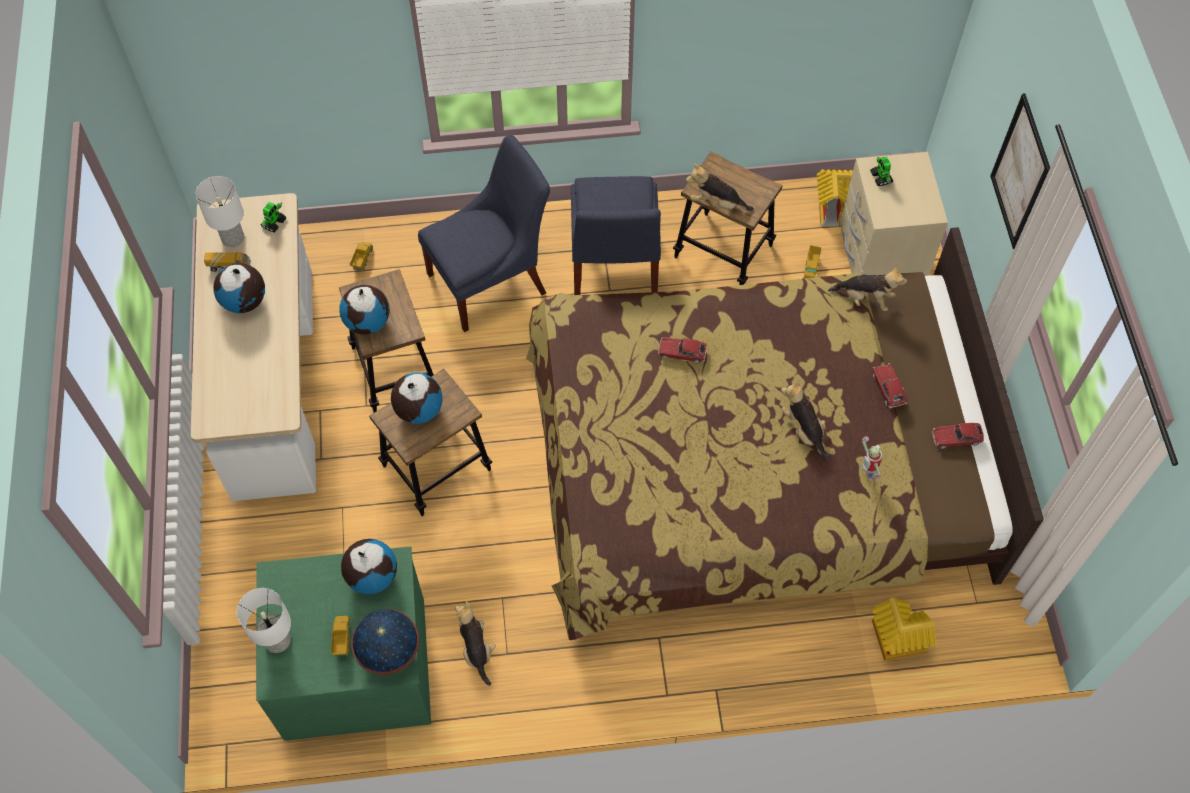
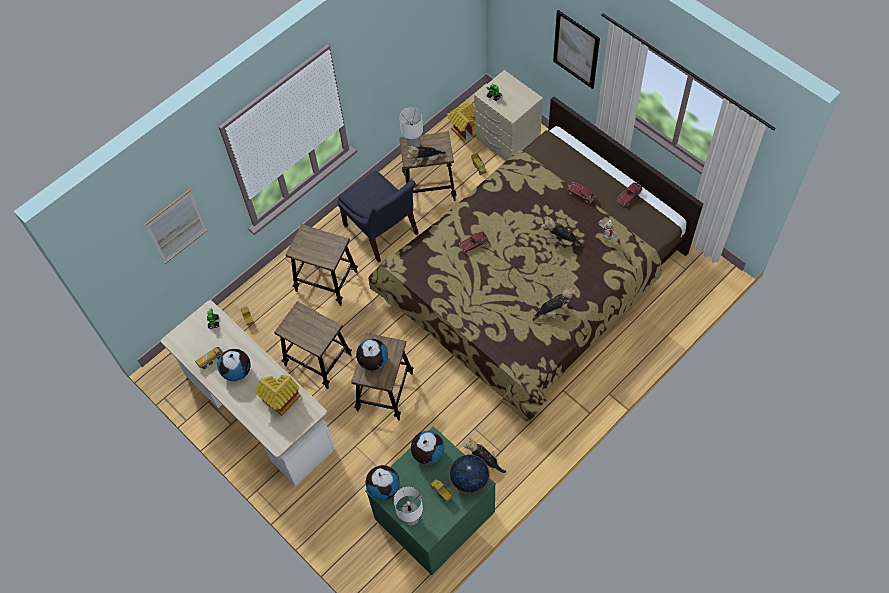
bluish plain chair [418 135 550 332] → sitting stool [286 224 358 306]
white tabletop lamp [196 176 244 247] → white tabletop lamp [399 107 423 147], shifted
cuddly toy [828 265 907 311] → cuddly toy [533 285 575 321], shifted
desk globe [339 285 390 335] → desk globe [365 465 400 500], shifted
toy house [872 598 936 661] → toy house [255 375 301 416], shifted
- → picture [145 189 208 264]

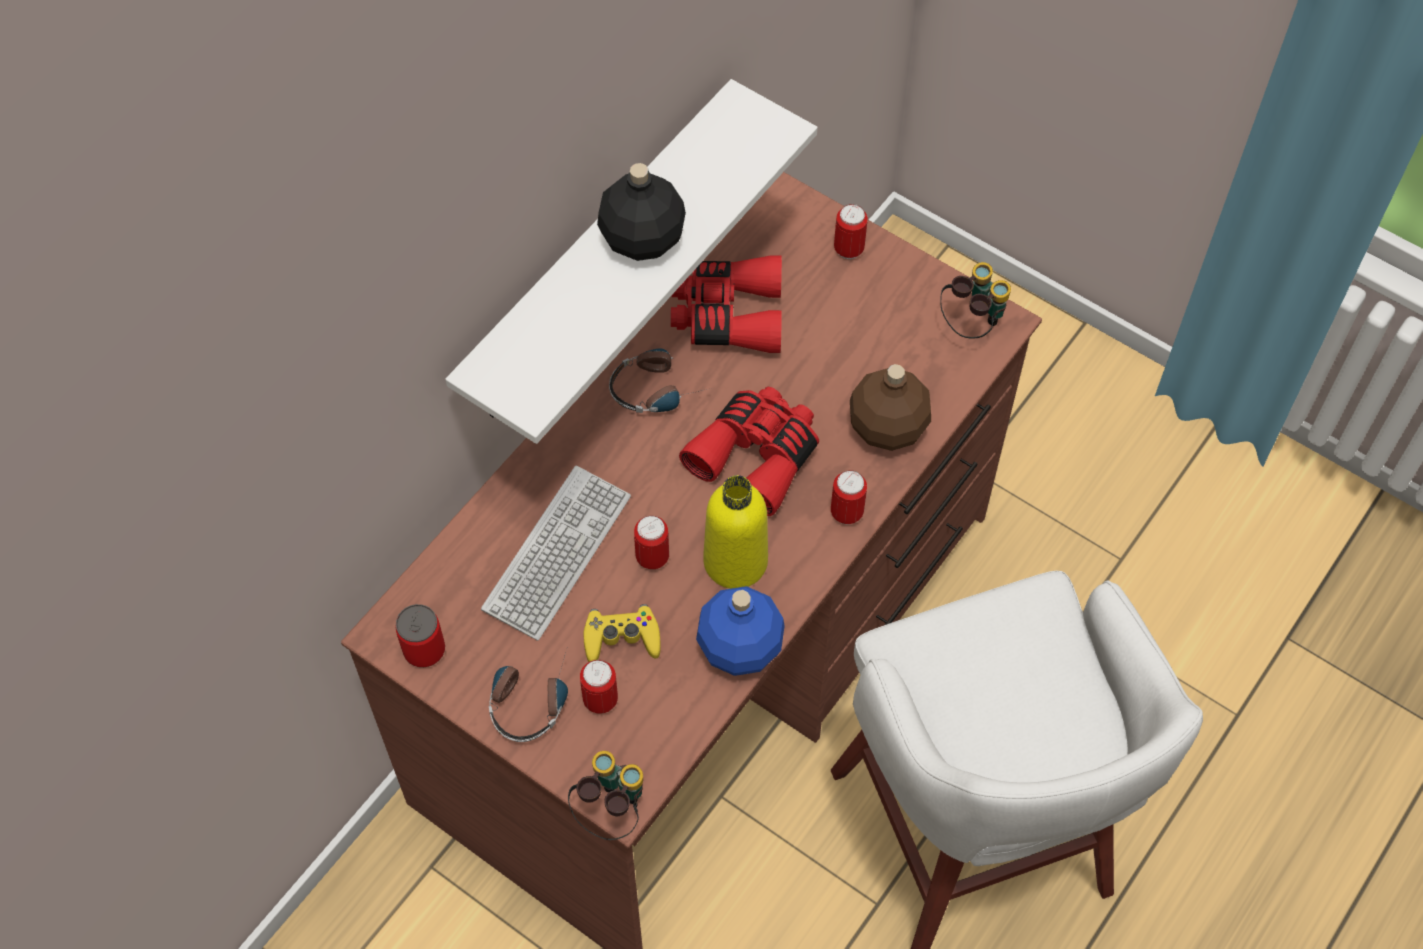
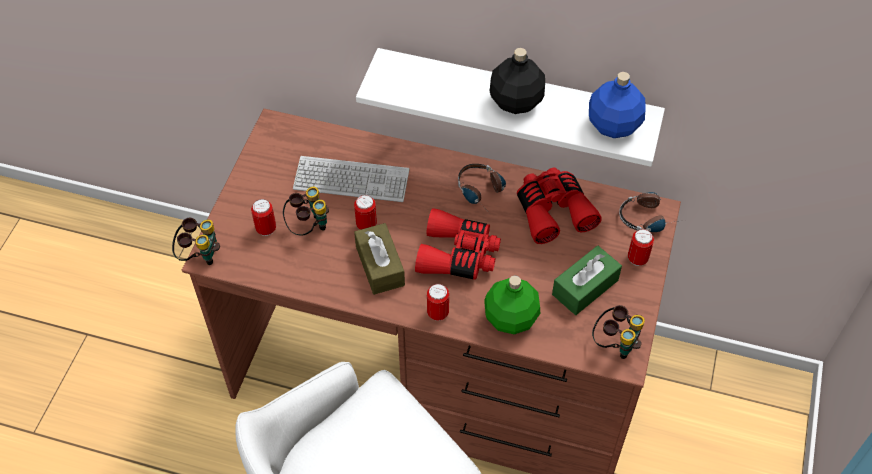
brownish drink bottle [850 364 931 451] → green-coloured drink bottle [484 275 541 334]
yellow-coloured drink bottle [703 475 768 589] → brownish tissue holder [354 223 405 295]
bluish drink bottle [696 586 785 676] → bluish drink bottle [589 72 645 138], shifted
can [396 604 445 667] → -
yellow-coloured gamepad [583 604 660 662] → field glasses [283 187 329 236]
pair of headphones [489 649 568 742] → pair of headphones [619 192 687 232], shifted
- → green-coloured tissue holder [552 246 622 315]

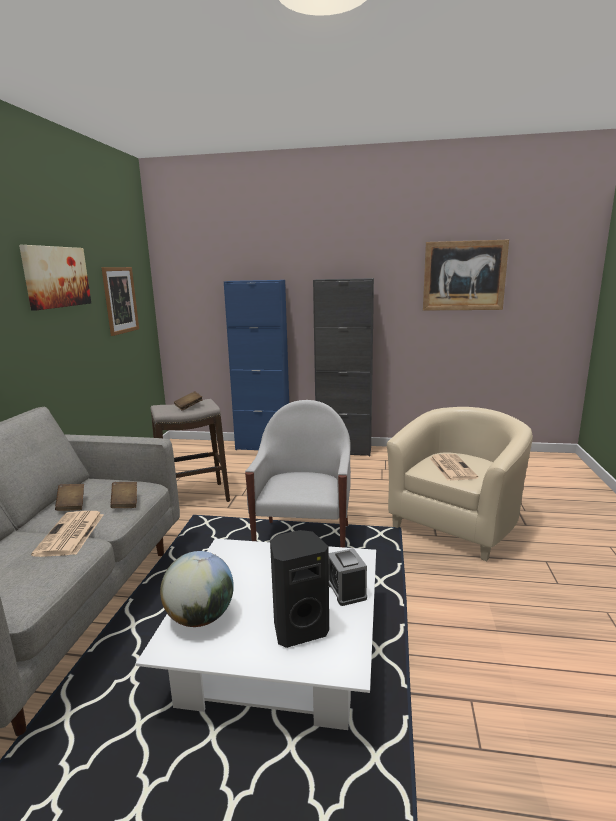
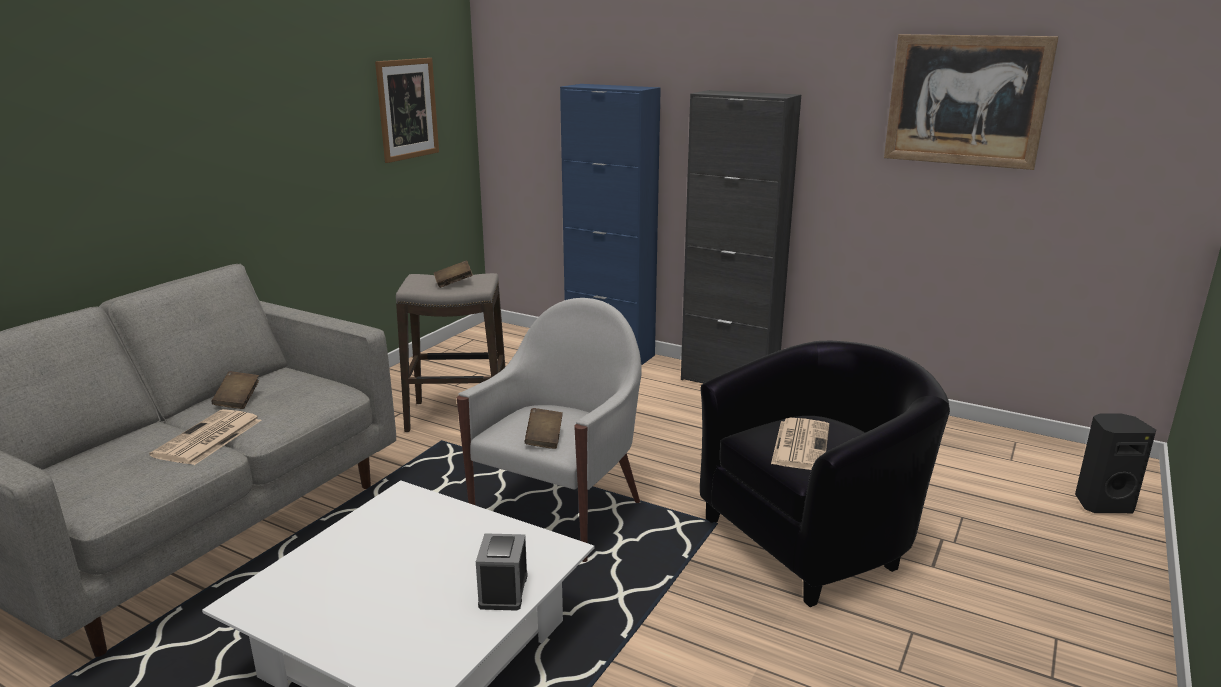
picture [19 245 91 311] → -
sand-coloured easy chair [387 407 533 562] → blackish easy chair [700 341 950 607]
brownish book [110 482 137 508] → brownish book [524 408 563 449], shifted
blackish loudspeaker [270 530 329 648] → blackish loudspeaker [1075 413 1156 513], shifted
desk globe [160 551 234 627] → -

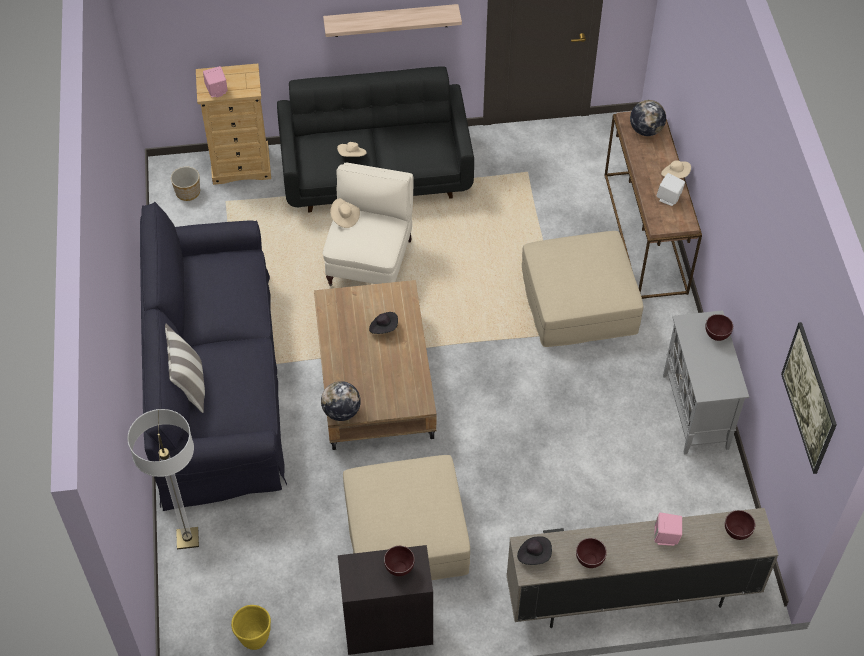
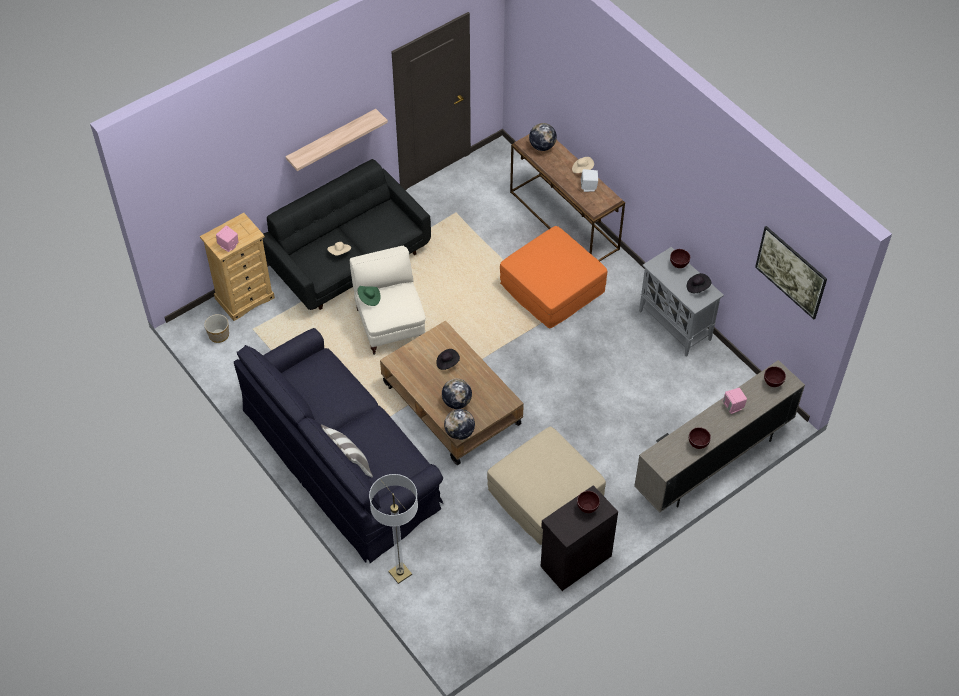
sand-coloured wearable hat [330 198 360 228] → green-coloured wearable hat [358 286 381 306]
sand-coloured pouffe [522 231 643 347] → orange pouffe [500 226 607 328]
blackish wearable hat [517 536 552 565] → blackish wearable hat [687 273 711 293], shifted
yellow-coloured planter [231 605 271 650] → -
- → desk globe [442 379 472 409]

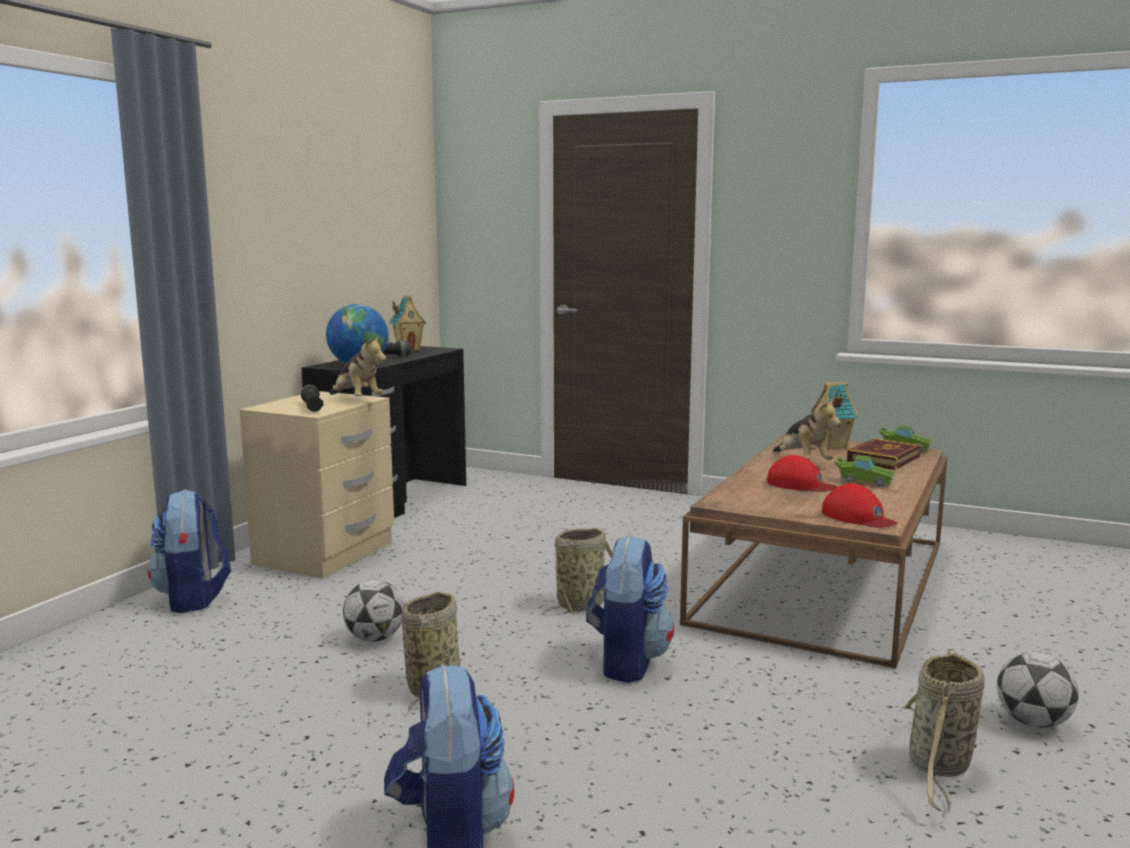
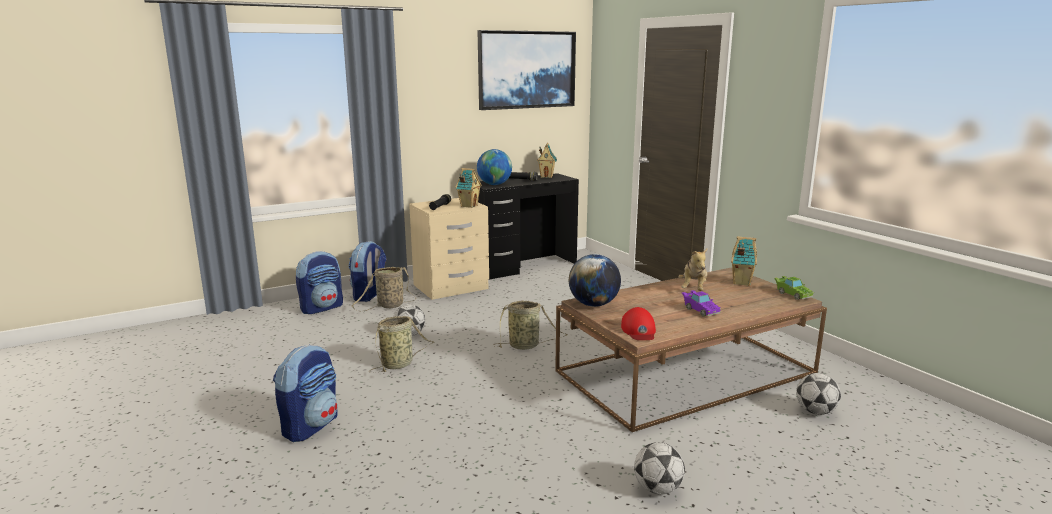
cuddly toy [330 335 387 396] → toy house [455 168 482 208]
book [847 438 922 470] → -
red peaked cap [767 455 838 492] → -
green-coloured model car [833 455 895 487] → purplish model car [682 290 721 316]
backpack [586 534 674 683] → backpack [296 251 343 314], shifted
basket [901 649 985 813] → basket [352 267 416 311], shifted
- → picture [477 30 576 110]
- → desk globe [569 254 621 307]
- → football [796 373 841 415]

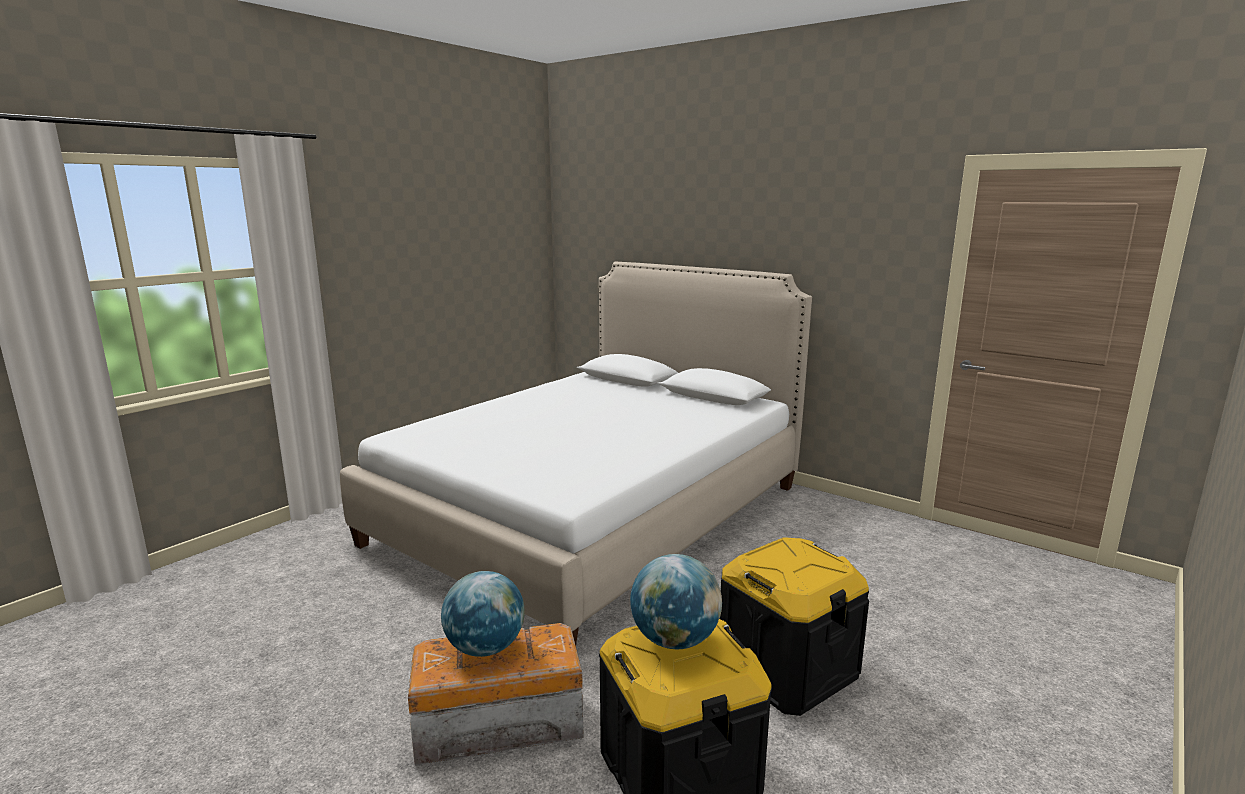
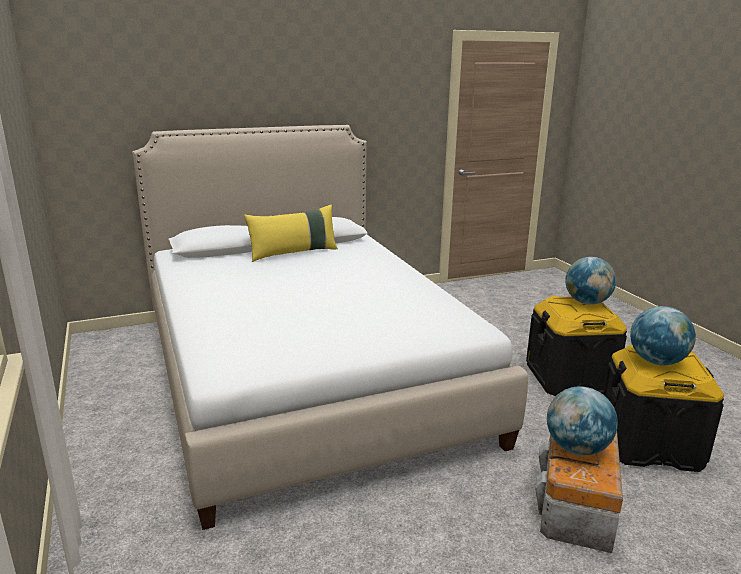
- → yellow-coloured pillow [244 205 338 262]
- → desk globe [565 257 616 305]

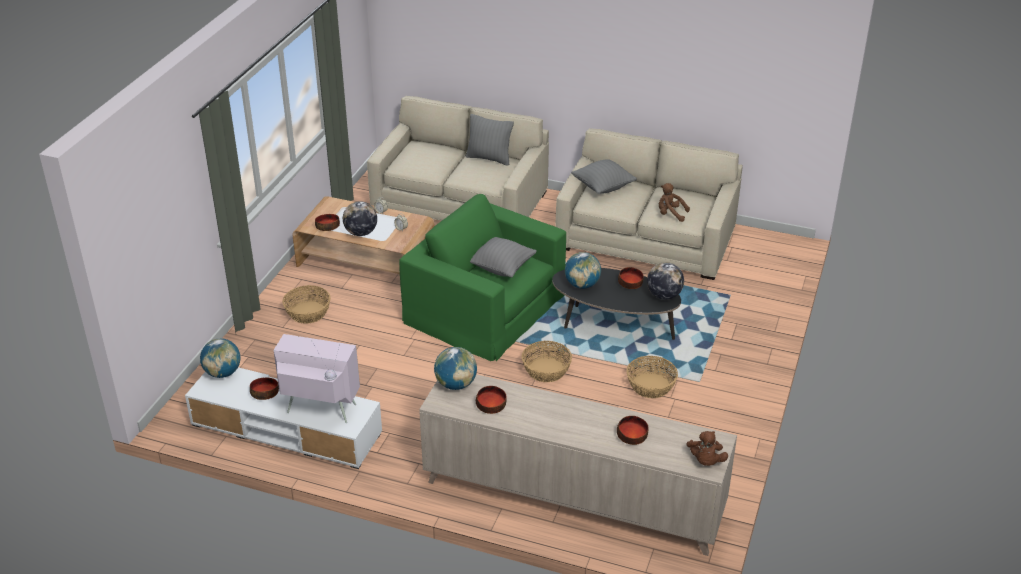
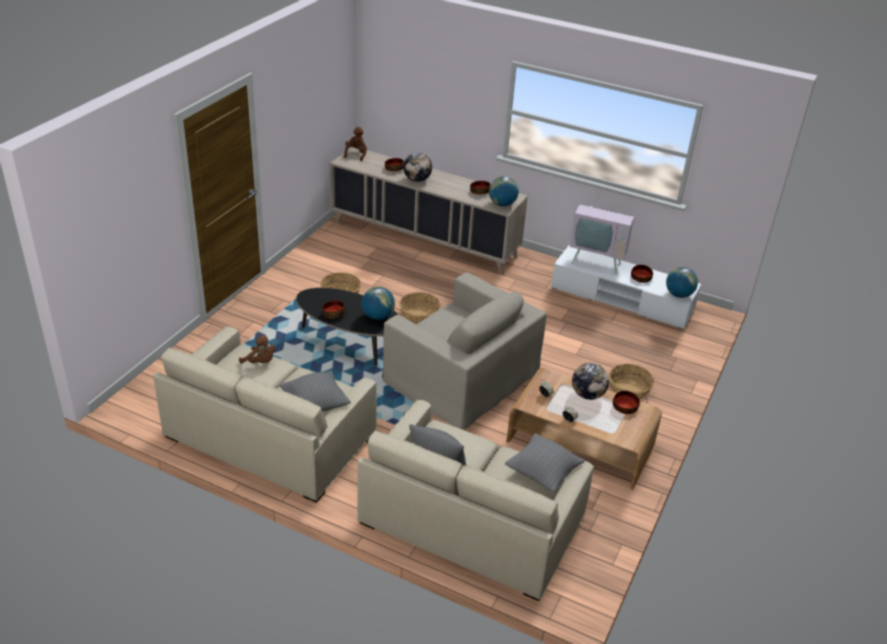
green-coloured easy chair [399 194 566 361] → sand-coloured easy chair [382 272 547 430]
gray pillow [470 237 537 278] → gray pillow [504 433 585 492], shifted
desk globe [647 262 684 300] → desk globe [403 153 432 182], shifted

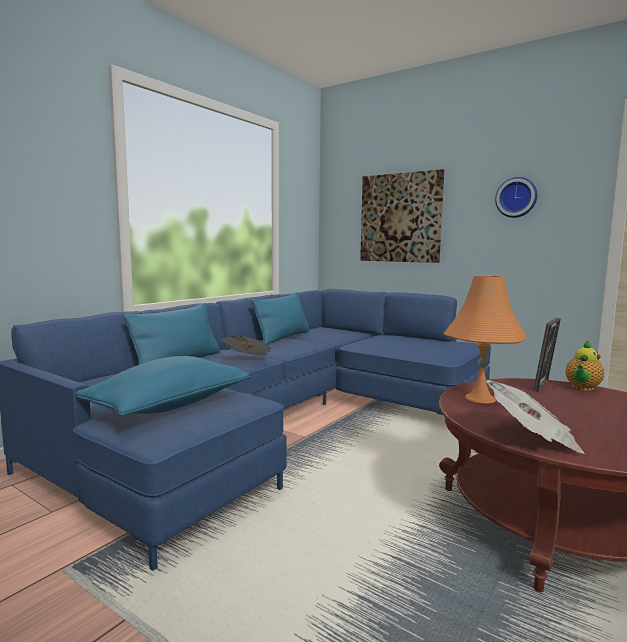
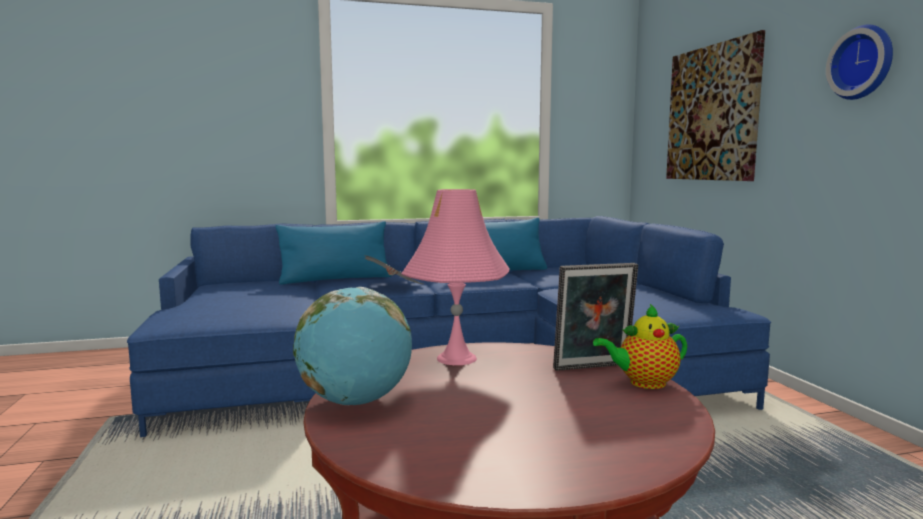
orange tabletop lamp [443 275 527 403] → pink tabletop lamp [401 189 510 365]
bluish pillow [75 356 250 416] → -
printed paper [486 380 585 454] → desk globe [293 287 412 405]

